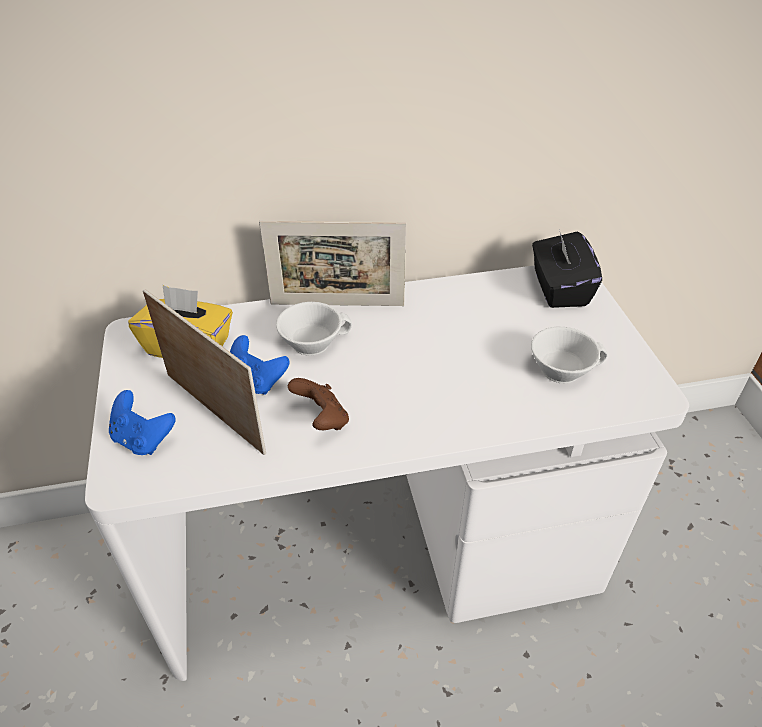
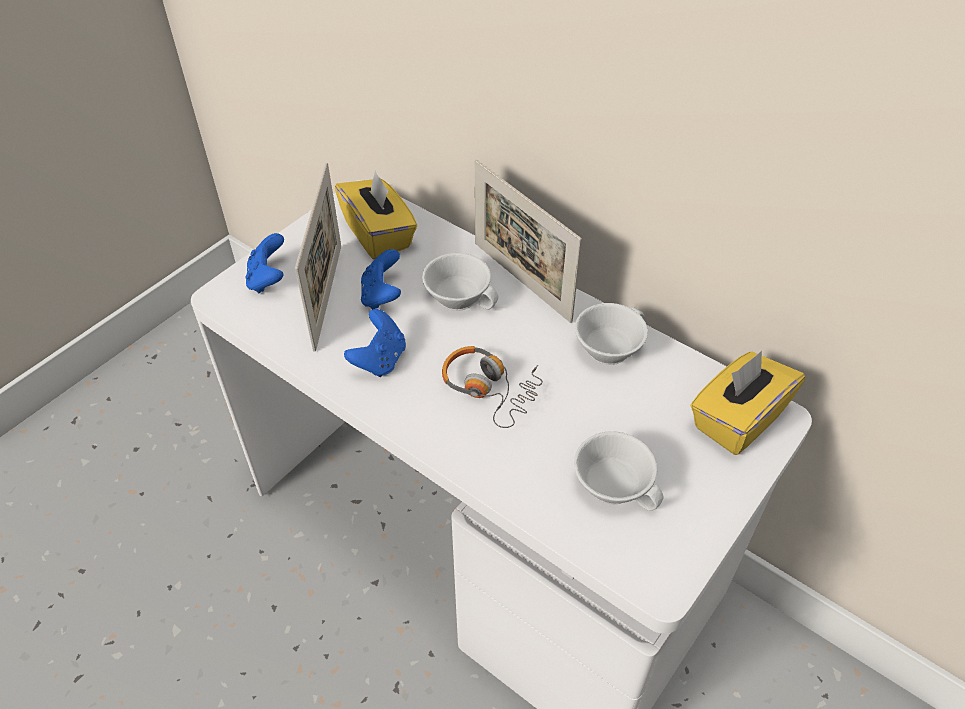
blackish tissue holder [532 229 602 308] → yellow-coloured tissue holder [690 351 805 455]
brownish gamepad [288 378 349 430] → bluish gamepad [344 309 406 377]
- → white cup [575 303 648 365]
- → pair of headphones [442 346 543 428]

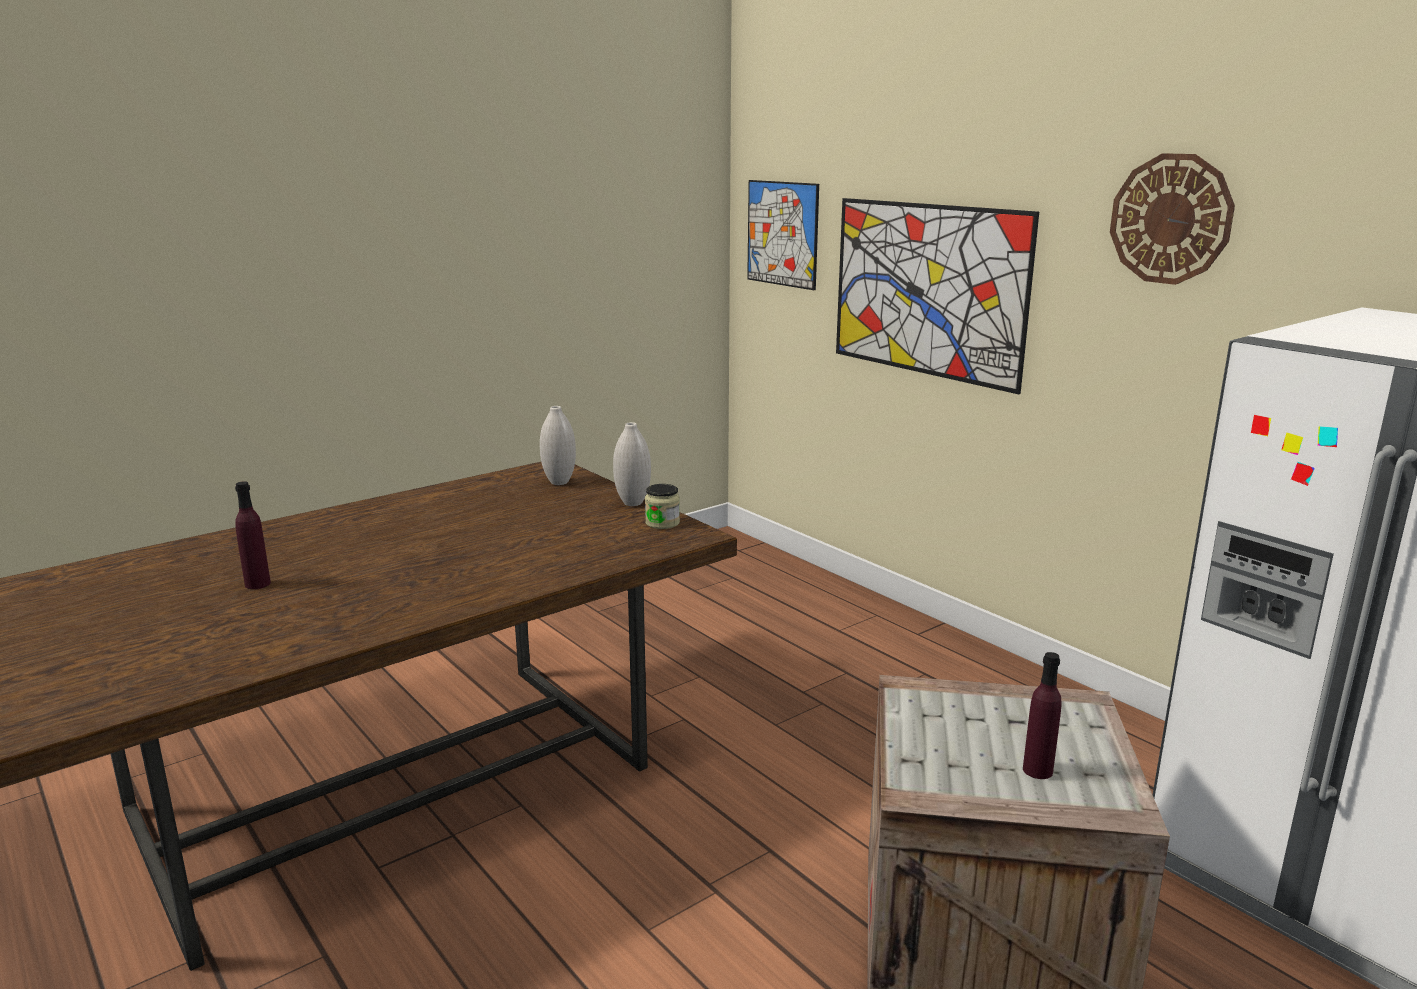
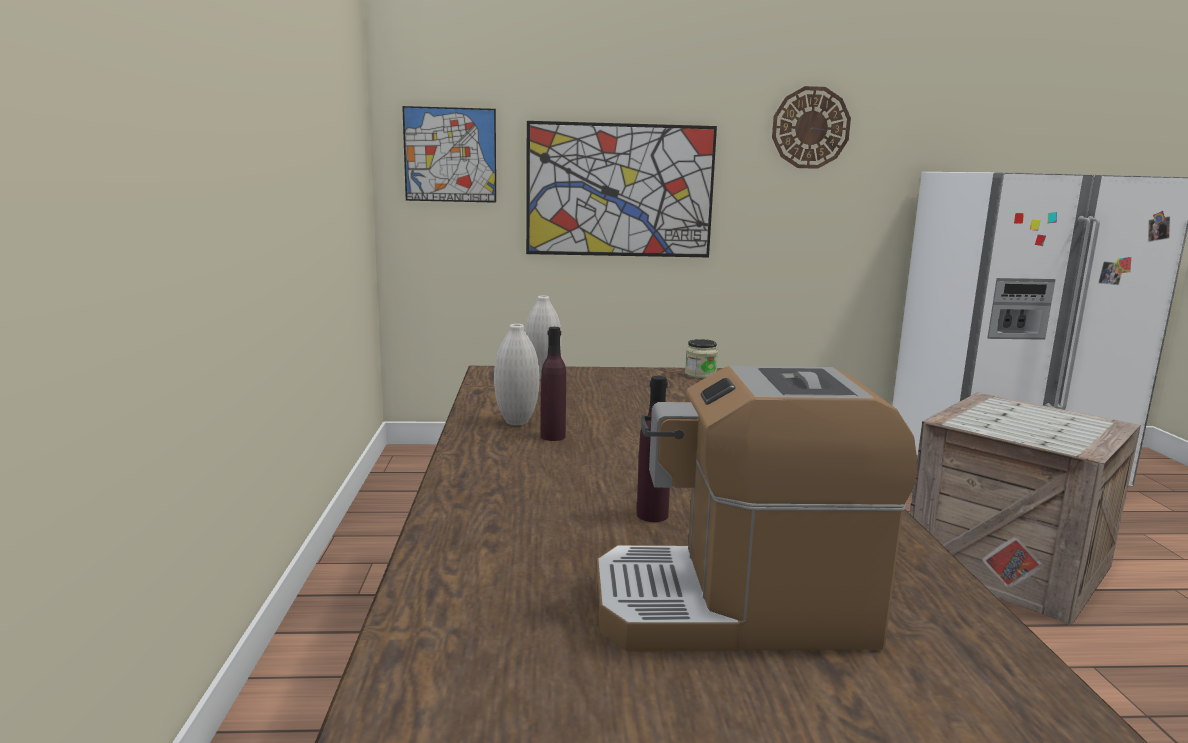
white flower vase [613 422 651 506] → white flower vase [494 324 539 425], shifted
purplish drink bottle [1023 652 1062 779] → purplish drink bottle [541 327 566 441], shifted
- → coffee brewer [596 366 917 651]

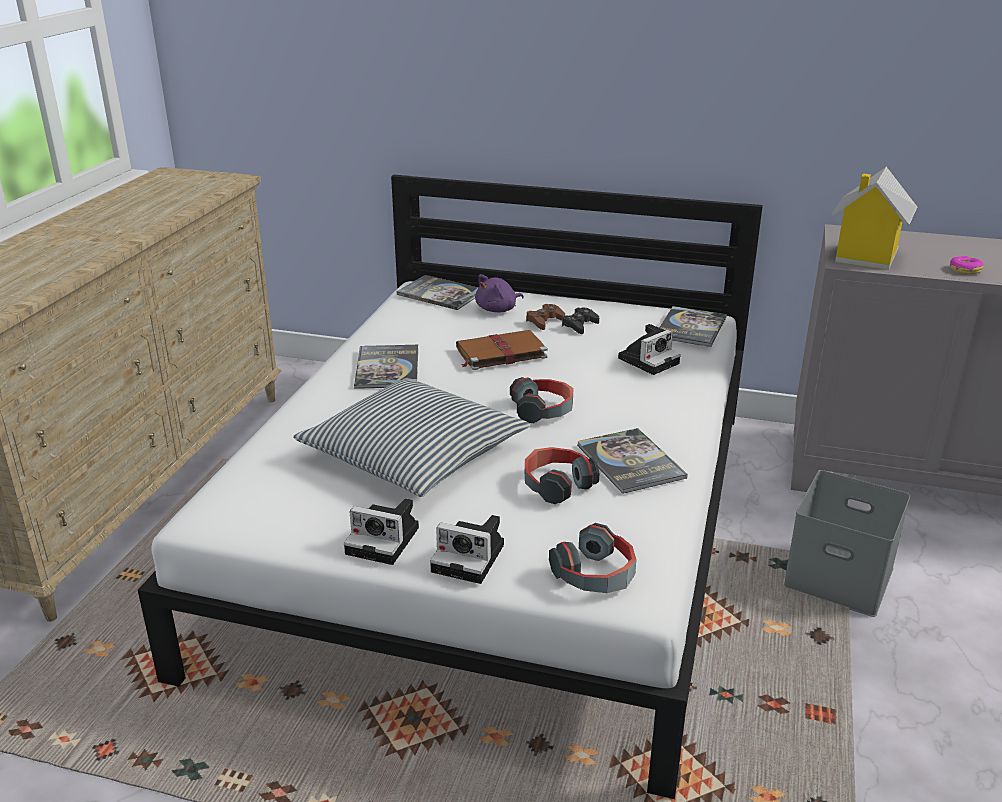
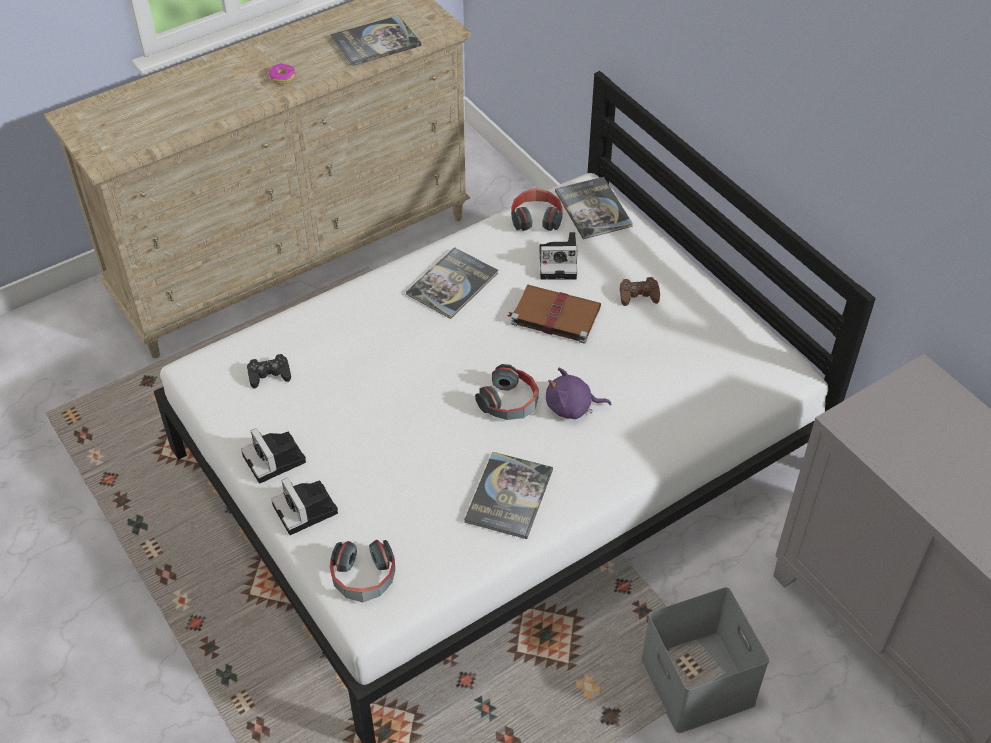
toy house [832 167 917 270] → -
doughnut [950 256 984 274] → doughnut [269 63 296 84], shifted
purplish cuddly toy [475 274 524 312] → purplish cuddly toy [546 368 611 419], shifted
book [659 306 727 347] → book [330 15 422 66], shifted
blackish gamepad [562 308 599 334] → blackish gamepad [247 354 291 388], shifted
still camera [618 324 681 375] → still camera [539 232 578 280], shifted
pillow [293 378 530 497] → -
pair of headphones [525 447 600 504] → pair of headphones [511 188 563 231], shifted

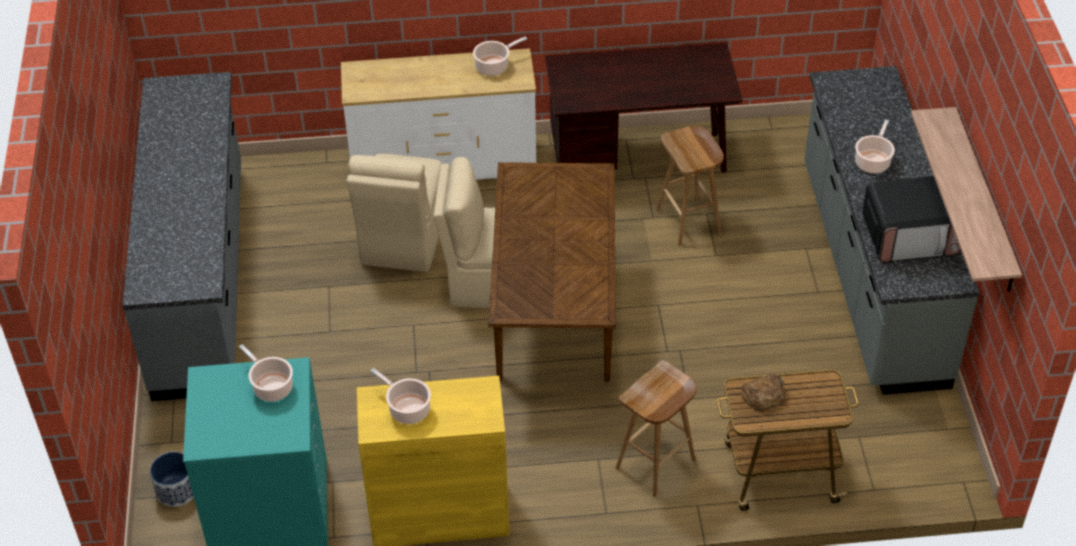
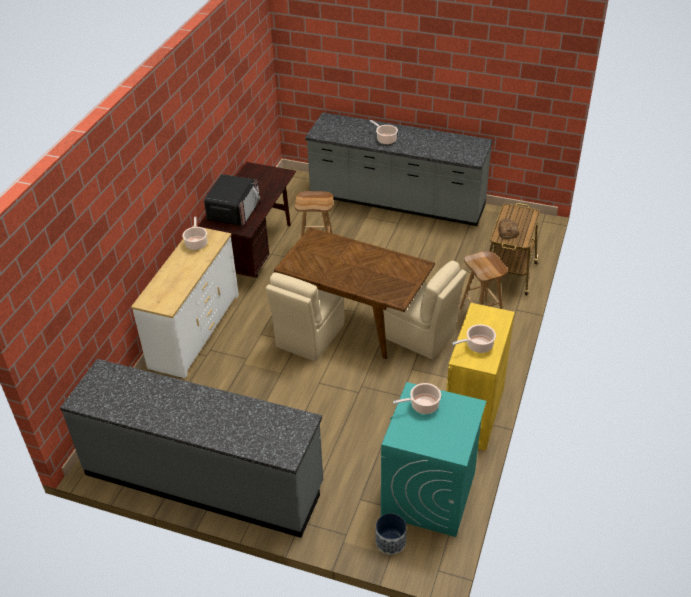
shelf [911 107 1022 292] → -
sand-coloured plain chair [347 153 442 272] → sand-coloured plain chair [383 261 467 359], shifted
microwave oven [862 176 961 263] → microwave oven [204 174 260 226], shifted

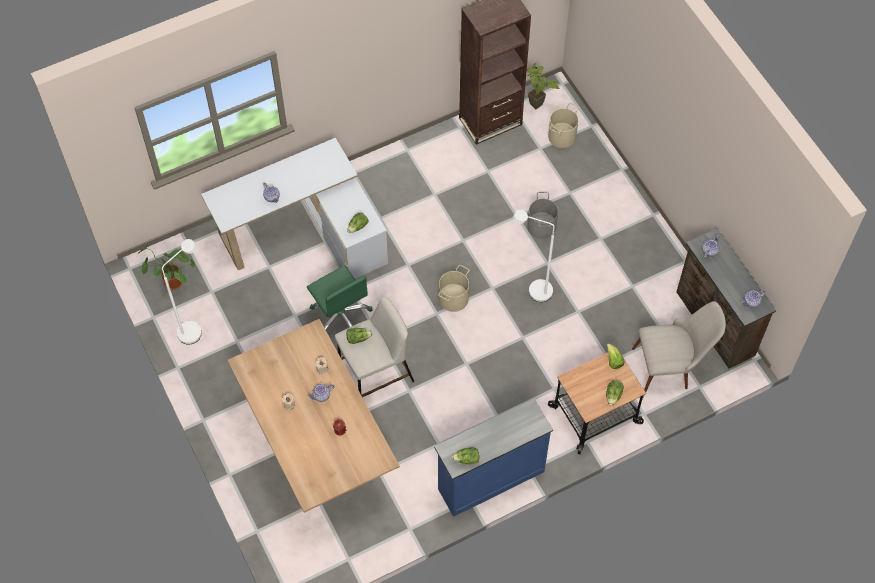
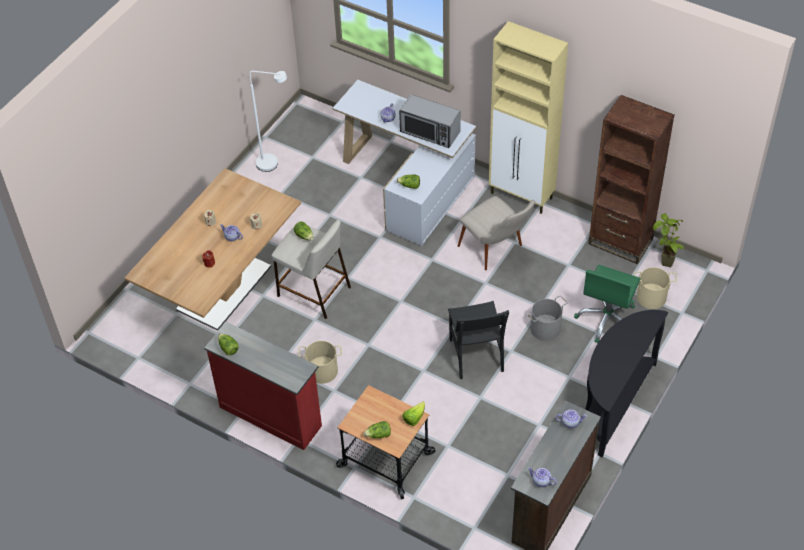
white floor lamp [513 209 554 302] → blackish plain chair [448 301 509 379]
plant in a pot [138 244 195 290] → -
green-coloured computer chair [307 265 373 330] → green-coloured computer chair [574 265 640 343], shifted
sand-coloured water bucket [438 265 470 312] → sand-coloured water bucket [298 341 342 384], shifted
sand-coloured plain chair [632 301 726 392] → sand-coloured plain chair [458 196 535 270], shifted
bluish chest of drawers [434 399 553 517] → red chest of drawers [204 322 322 450]
- → sand-coloured cupboard [489 21 568 214]
- → microwave oven [399 94 461 148]
- → blackish narrow table [585 310 668 457]

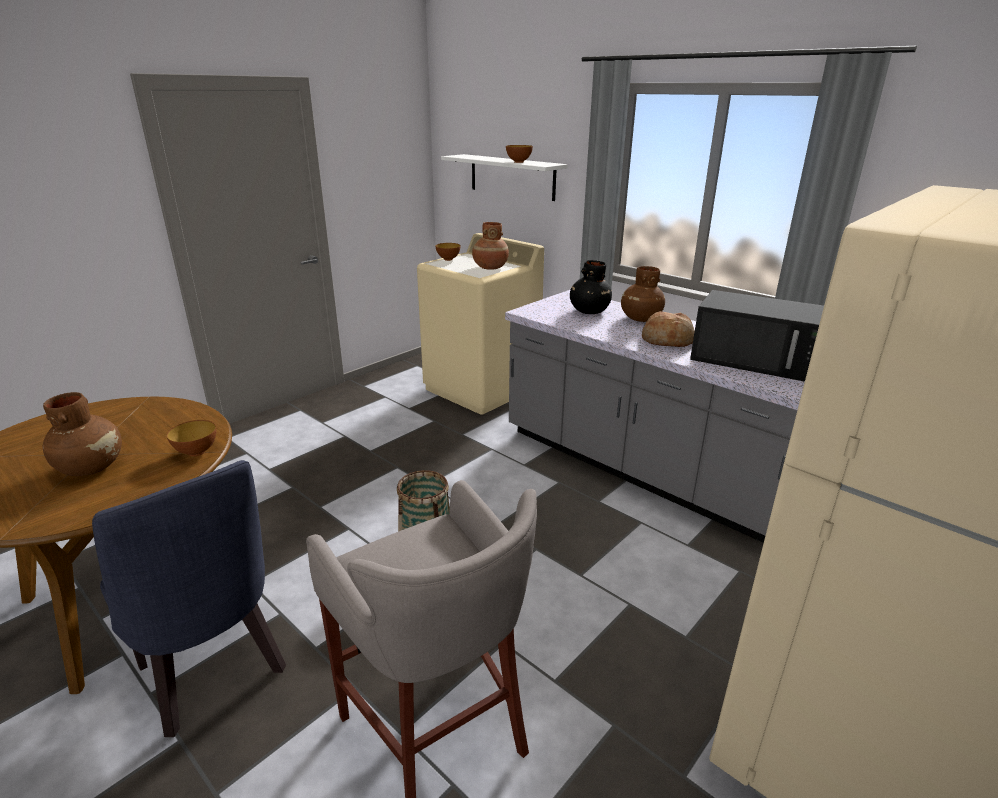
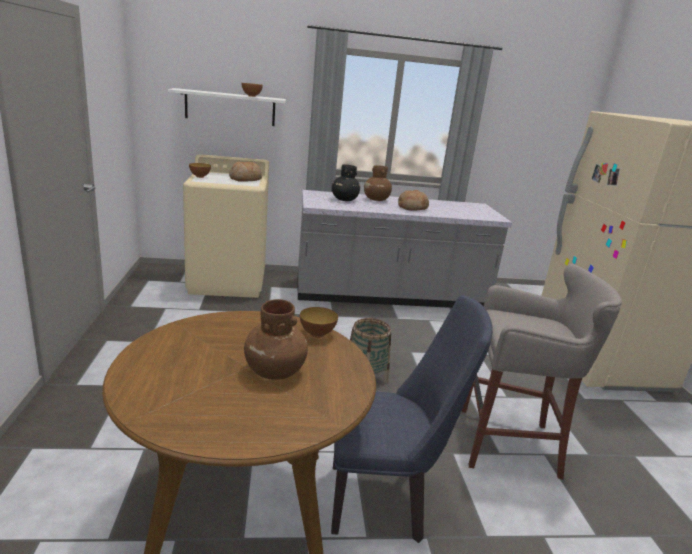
brownish flower vase [472 222 509 270] → baked bread [229 161 262 182]
blackish microwave oven [690 290 824 382] → -

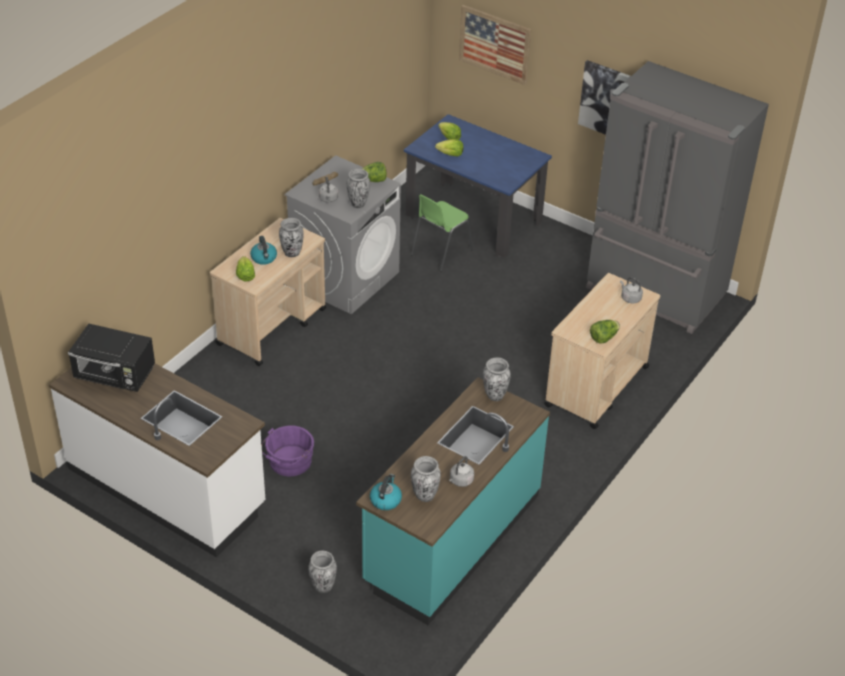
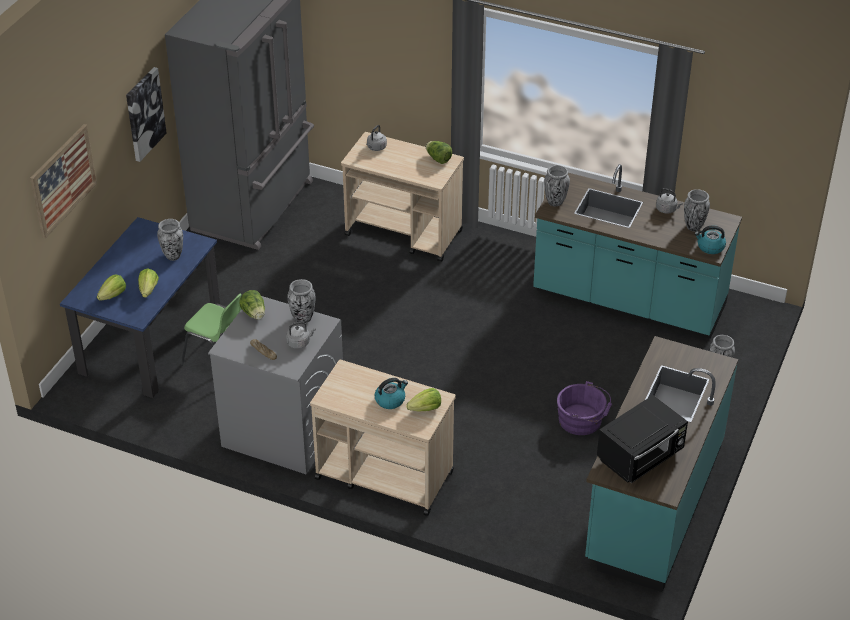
flower vase [279 218 304 257] → flower vase [157 219 183 261], shifted
blackish microwave oven [68 324 155 392] → blackish microwave oven [597 395 688 483], 45 degrees clockwise
white kitchen counter [49 364 265 557] → turquoise kitchen counter [585 336 738 592]

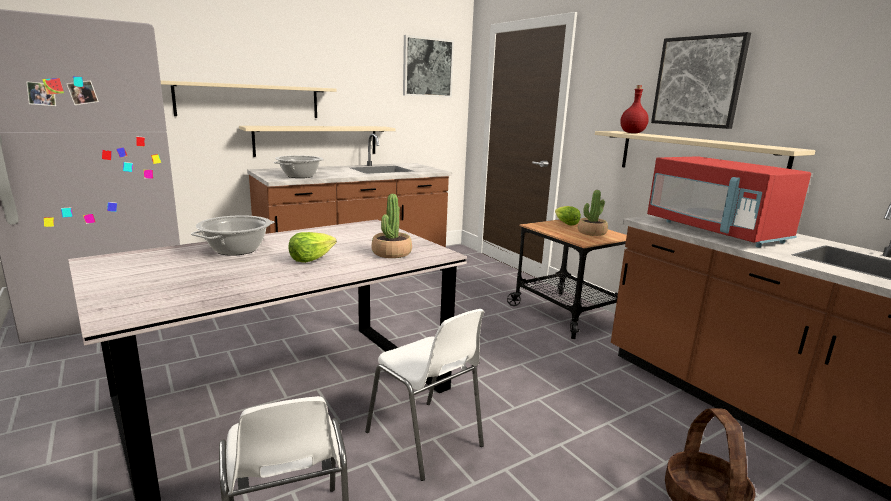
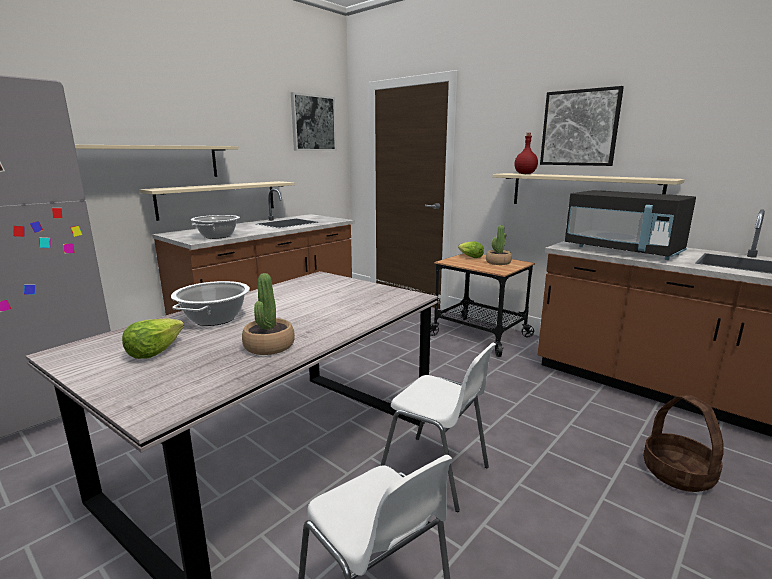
red microwave oven [647 156 811 248] → blackish microwave oven [565 190 696 260]
plant in a pot [372 194 412 258] → plant in a pot [242 273 295 355], shifted
lettuce [288 232 337 263] → lettuce [122 318 184 359], shifted

